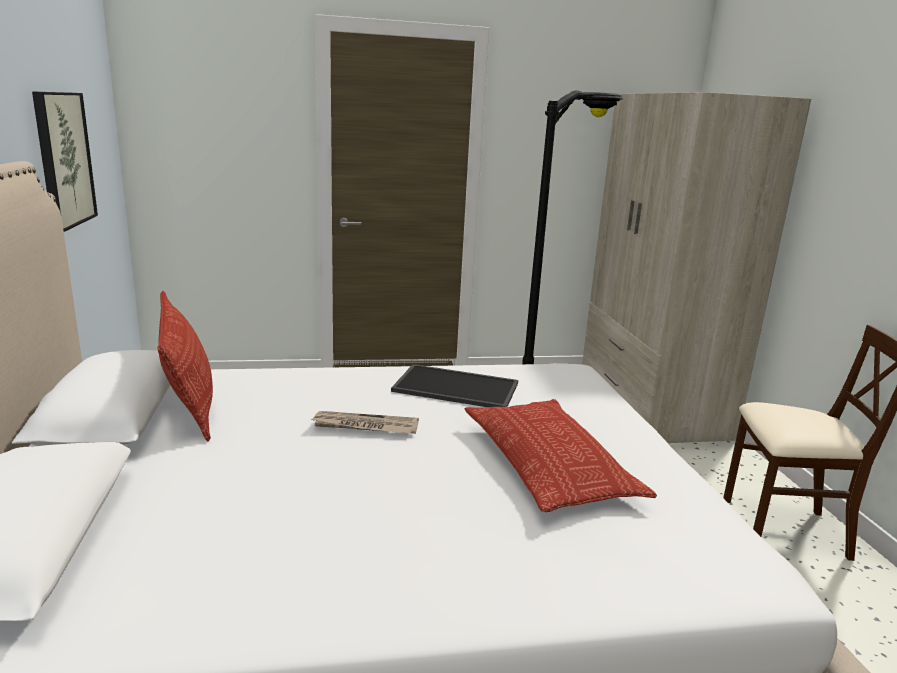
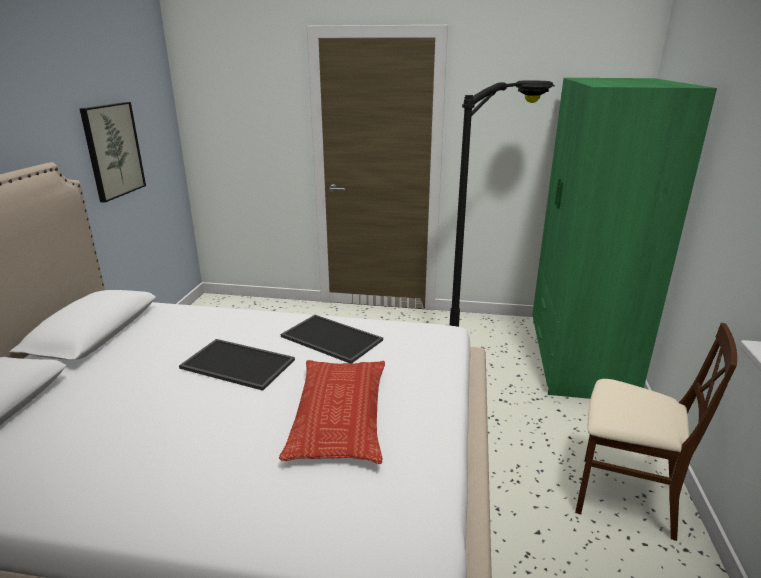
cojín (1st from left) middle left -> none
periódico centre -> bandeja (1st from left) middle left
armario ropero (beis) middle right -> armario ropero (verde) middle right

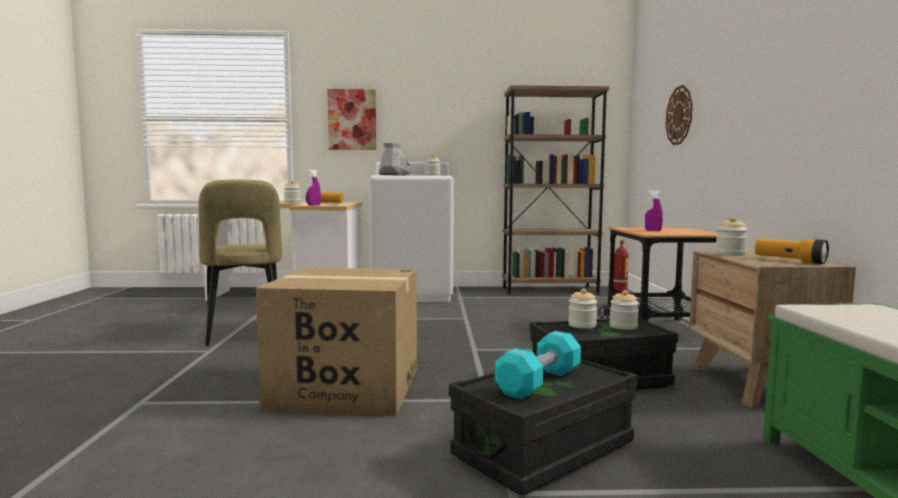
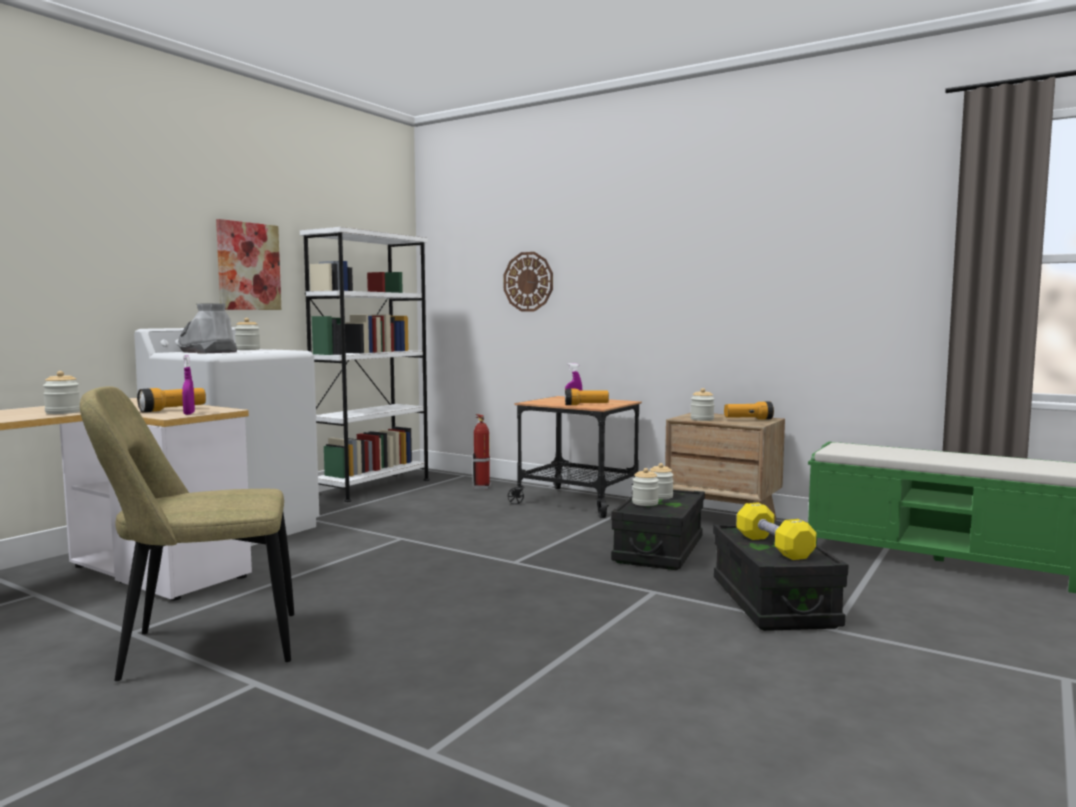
silla (beis) middle left, 150 degrees clockwise
caja de cartón bottom centre -> none
cuadro top centre -> cuadro top left, move
mancuerna (turquesa) bottom centre -> mancuerna (amarillo) middle right
estantería (marrón) centre -> estantería (blanco) centre
none -> linterna (2nd from left) centre

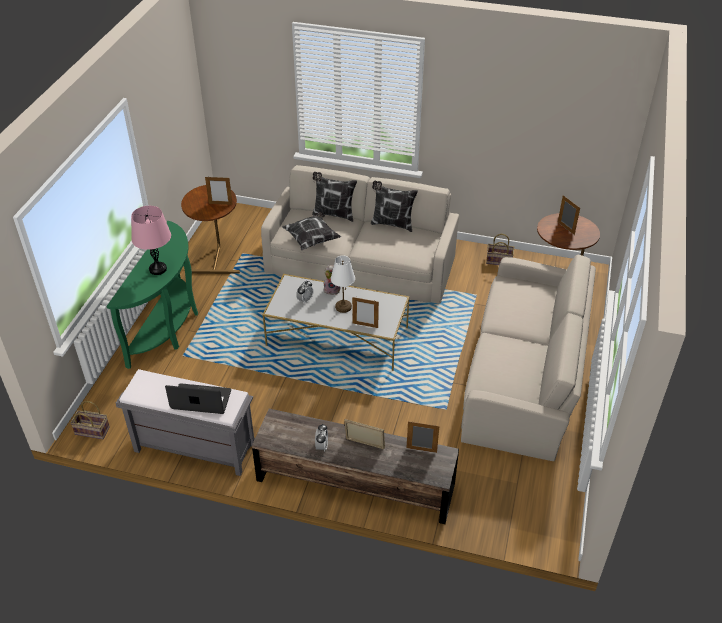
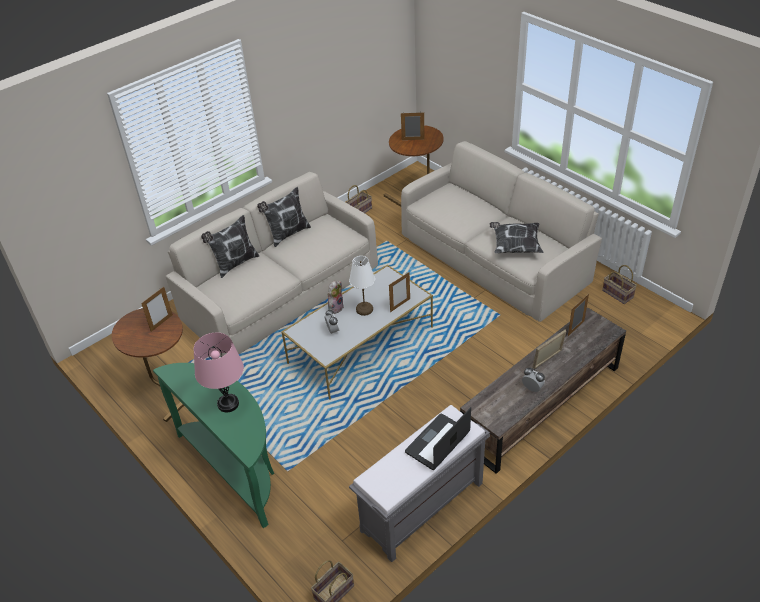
cojín (1st from left in the first image) centre -> cojín (3rd from left) middle right, move
none -> cesta (3rd from left) middle right

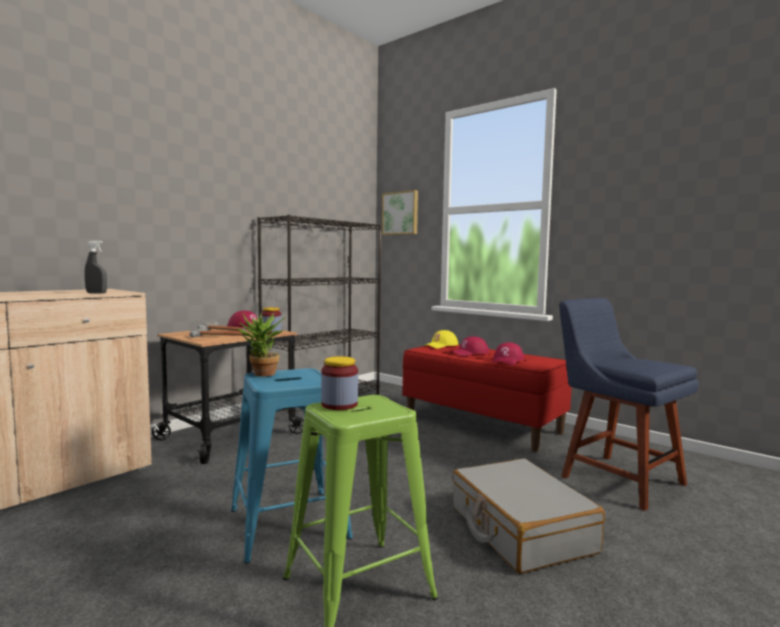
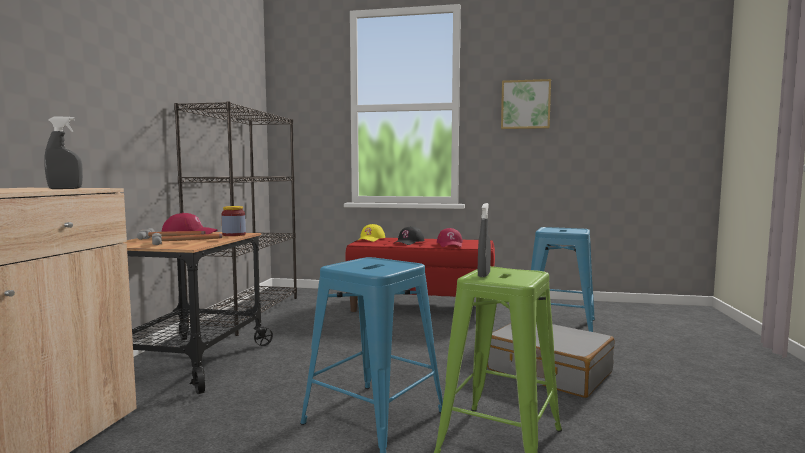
planta en maceta centre -> none
tarro (2nd from left) centre -> pulverizador (gris) (2nd from left) centre
cuadro centre -> cuadro top centre, move
gorra (rojo) (2nd from left) centre -> gorra (negro) centre
silla (azul) middle right -> taburete (azul) (2nd from left) middle right

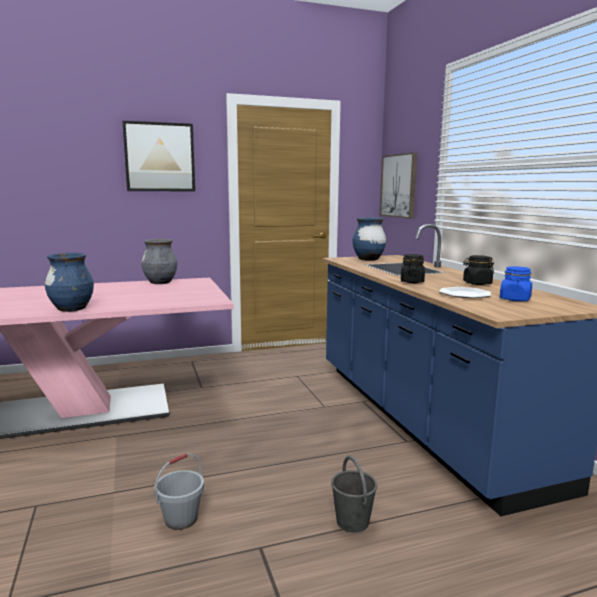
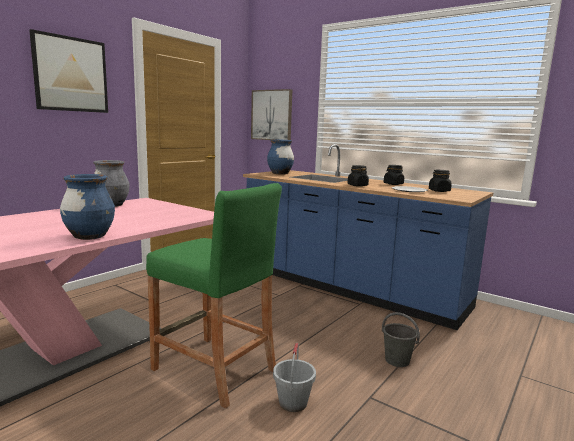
tarro (azul) middle right -> tarro (negro) (3rd from left) middle right
none -> taburete (verde) bottom centre

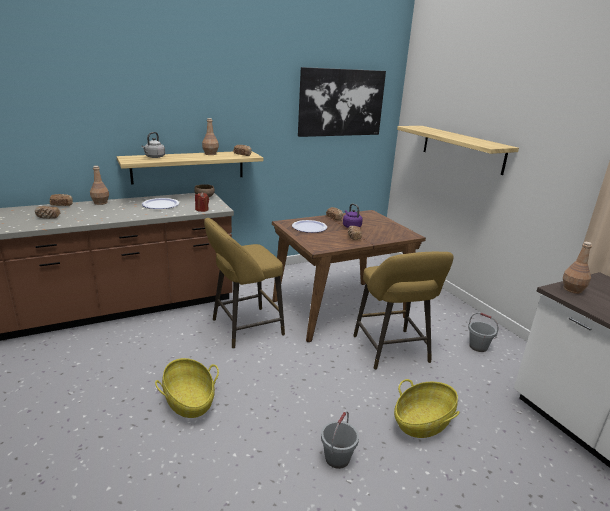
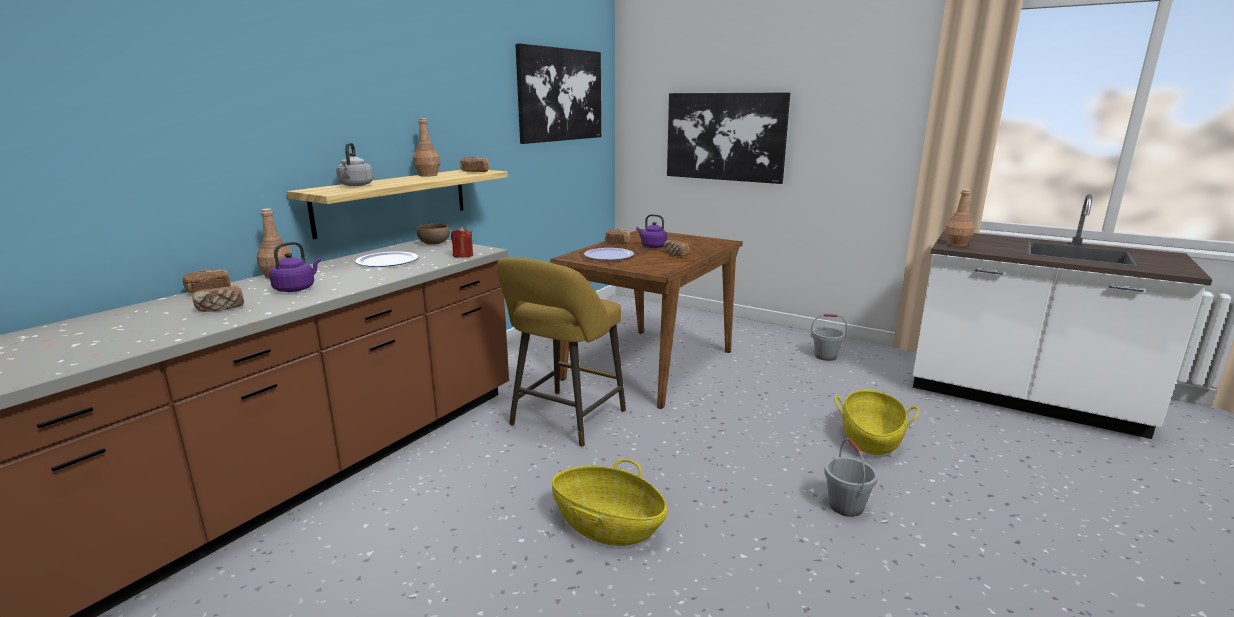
taburete (amarillo) (2nd from left) centre -> none
estante (2nd from left) top right -> cuadro (2nd from left) top centre
none -> hervidor (morado) (1st from left) middle left

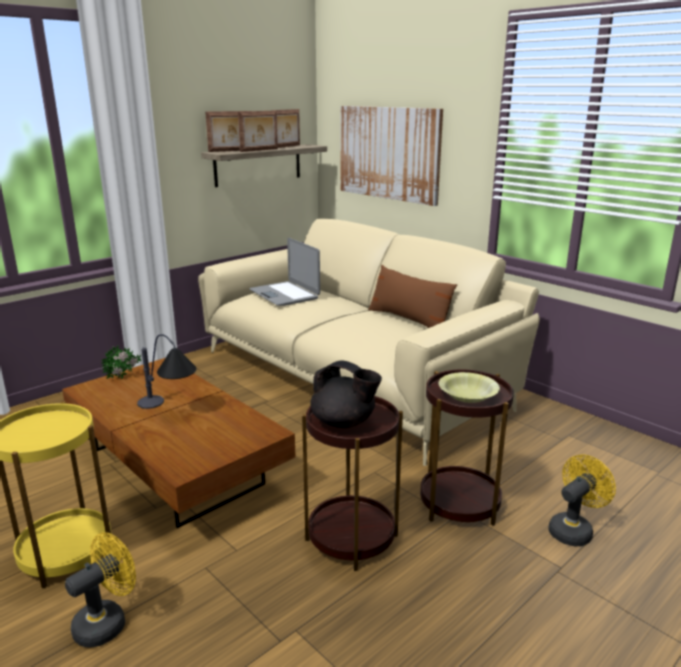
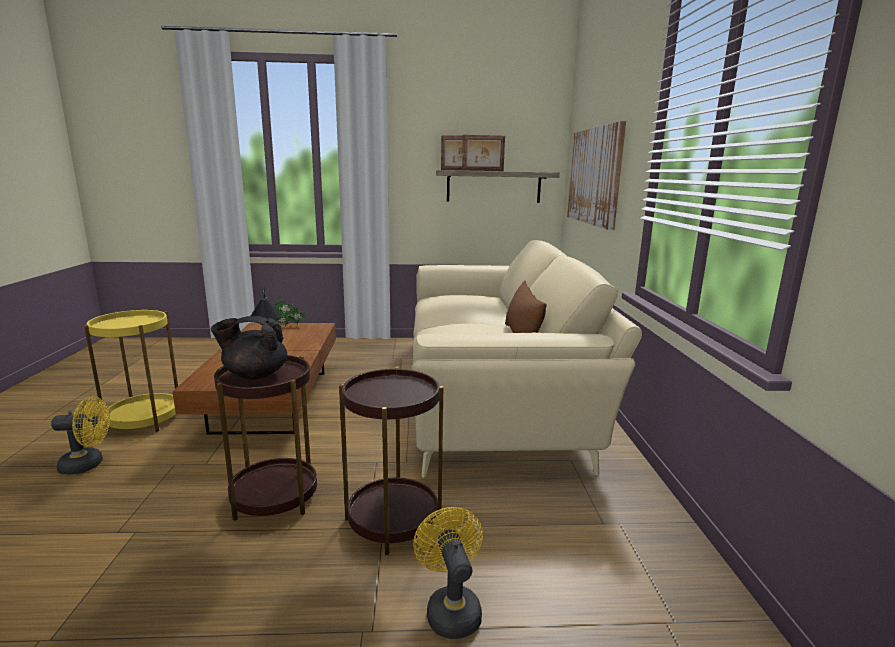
portátil centre -> none
portarretratos (3rd from left) top centre -> none
tetera (negro) centre -> tetera (negro) middle left, 105 degrees clockwise
cuenco (amarillo) middle right -> none
ventilador (amarillo) (2nd from left) bottom right -> ventilador (amarillo) (2nd from left) bottom centre, 105 degrees counterclockwise

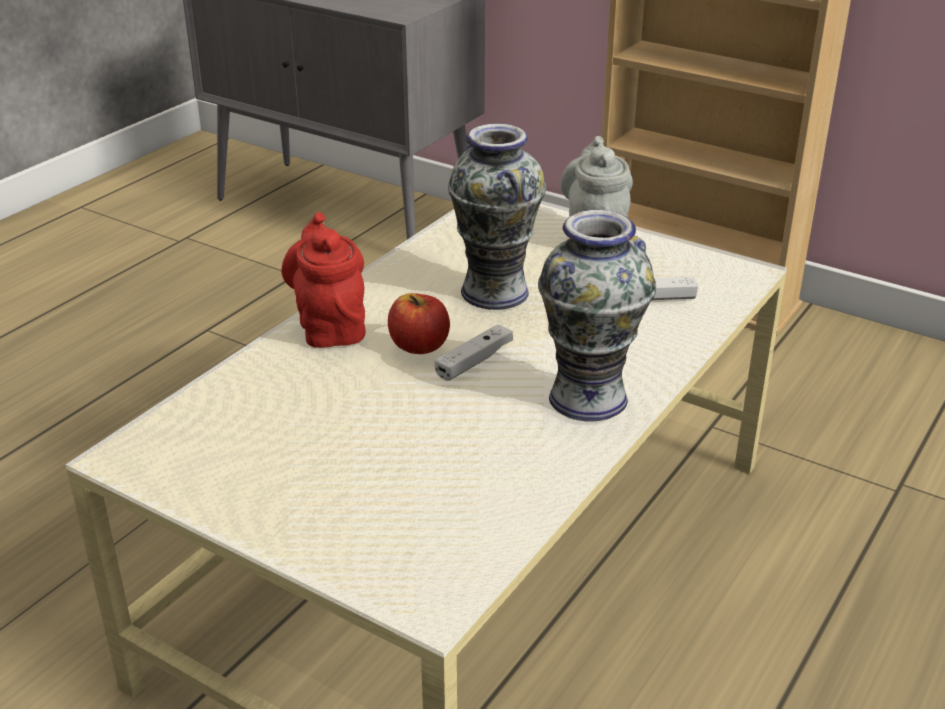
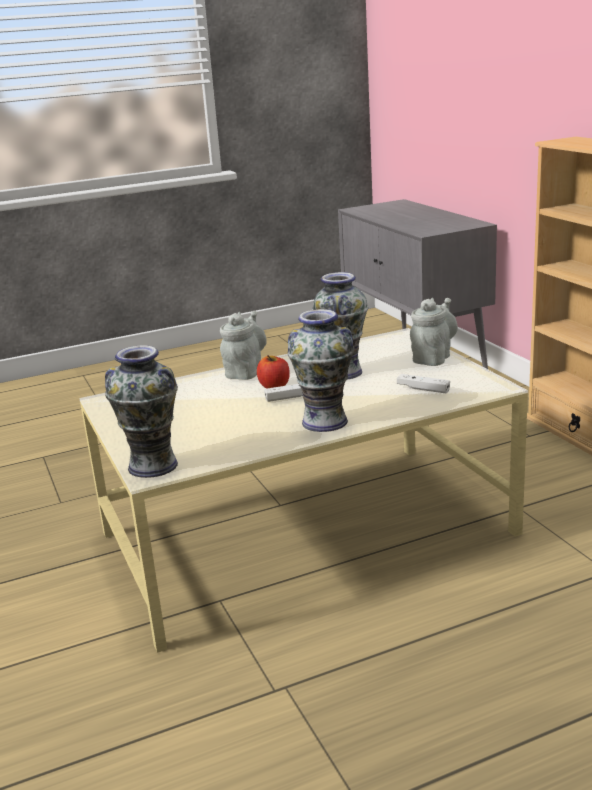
tetera (rojo) centre -> tetera (gris) (1st from left) centre
none -> florero (1st from left) middle left

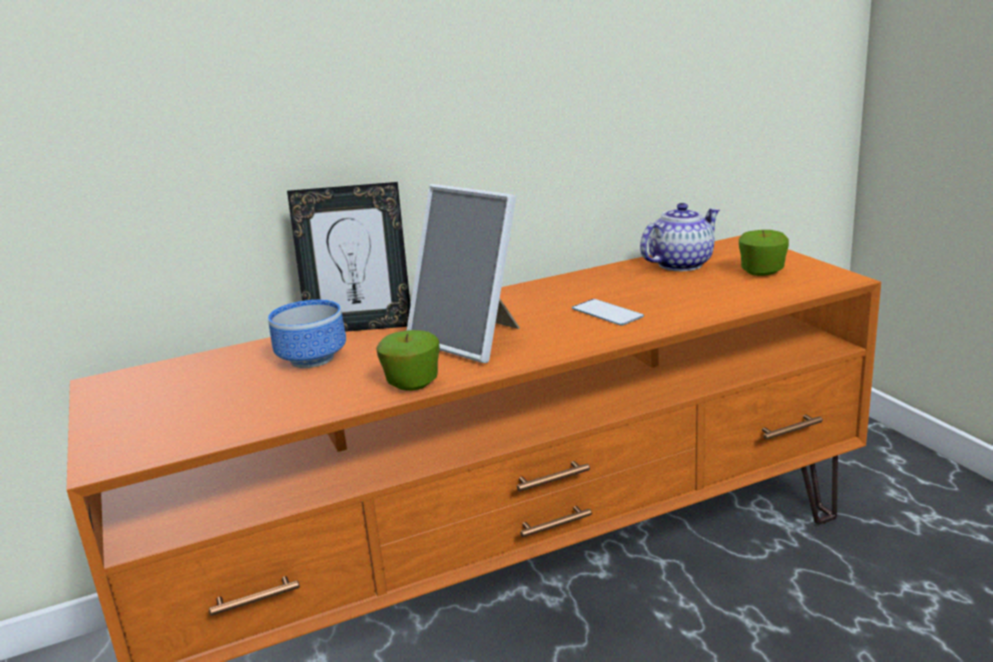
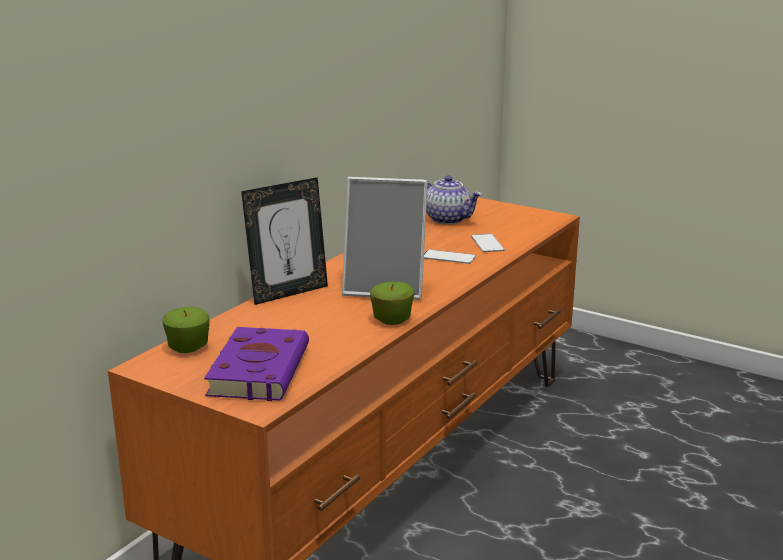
cuenco middle left -> none
tetera middle right -> tetera centre, 105 degrees clockwise
manzana (2nd from left in the first image) middle right -> manzana (1st from left) middle left, move
none -> libro (morado) middle left
none -> móvil (2nd from left) centre

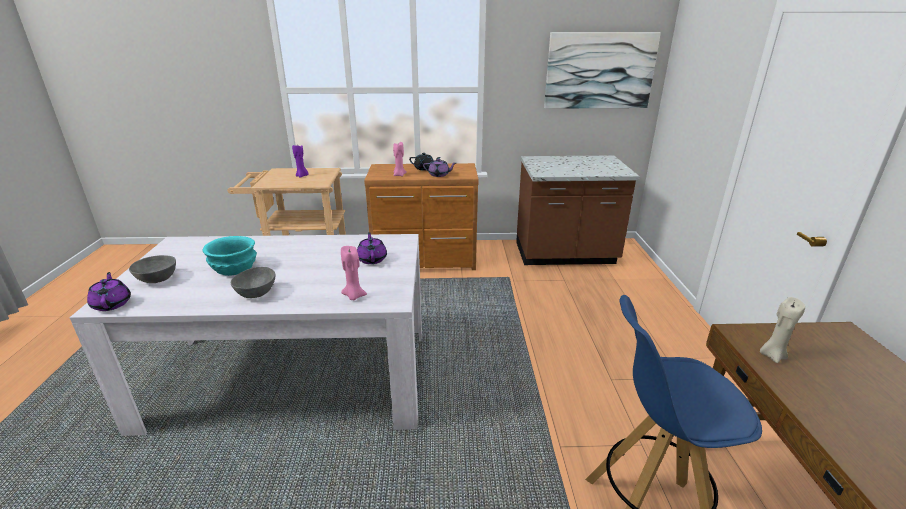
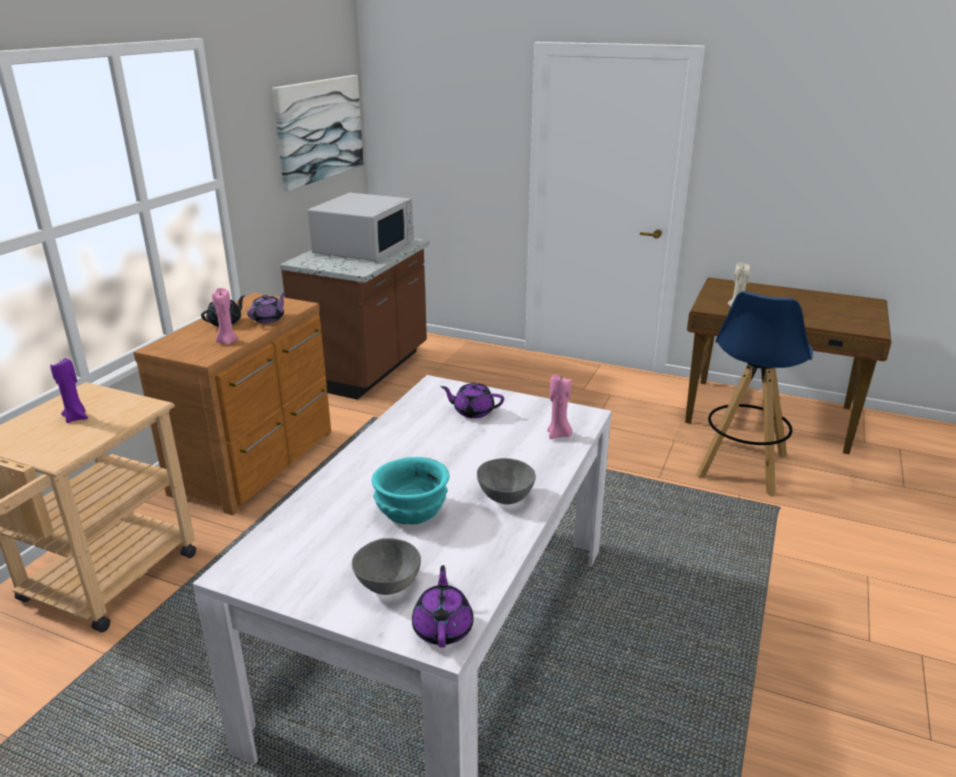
tetera (morado) (1st from left in the first image) middle left -> tetera (morado) (2nd from left) bottom centre, 90 degrees clockwise
none -> microondas (blanco) top centre

